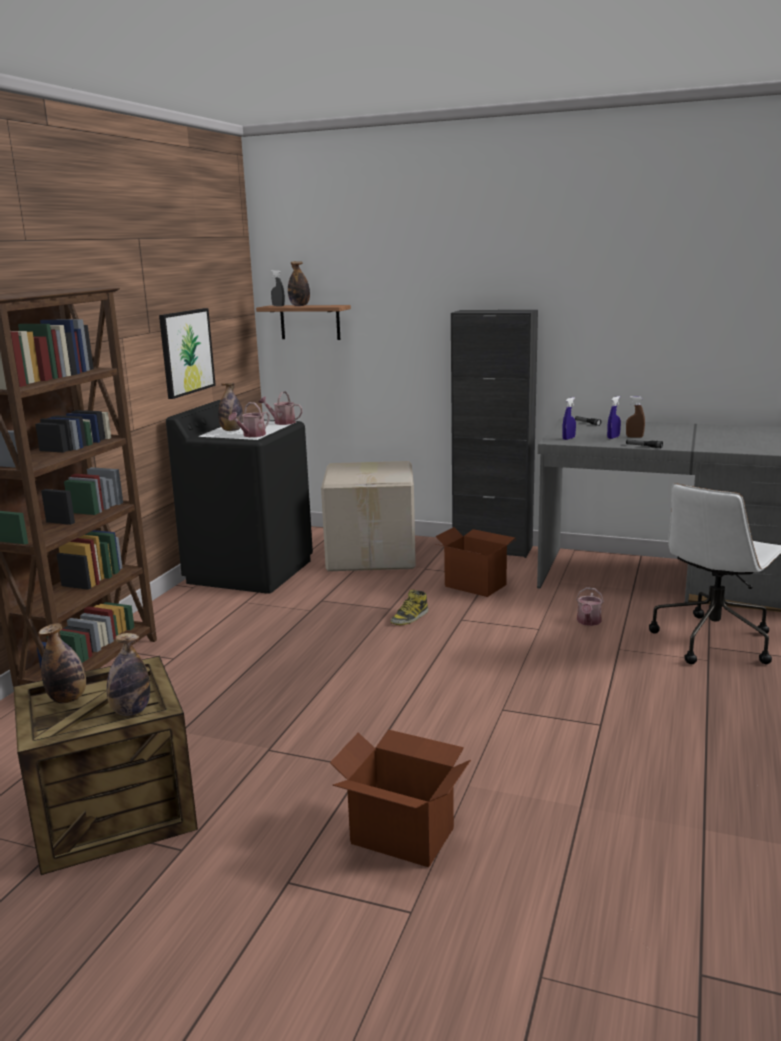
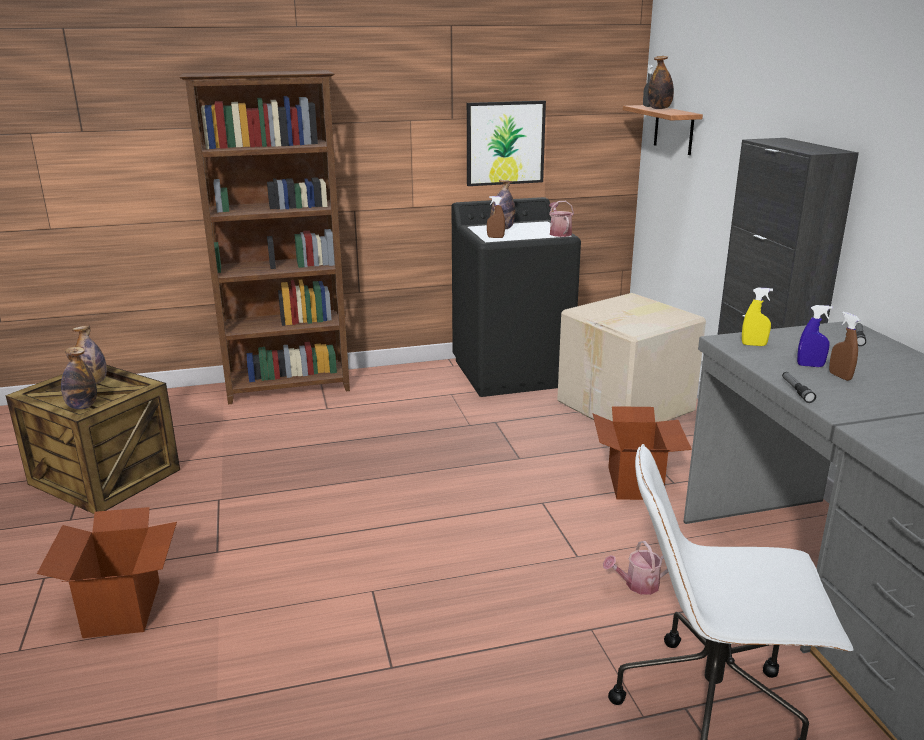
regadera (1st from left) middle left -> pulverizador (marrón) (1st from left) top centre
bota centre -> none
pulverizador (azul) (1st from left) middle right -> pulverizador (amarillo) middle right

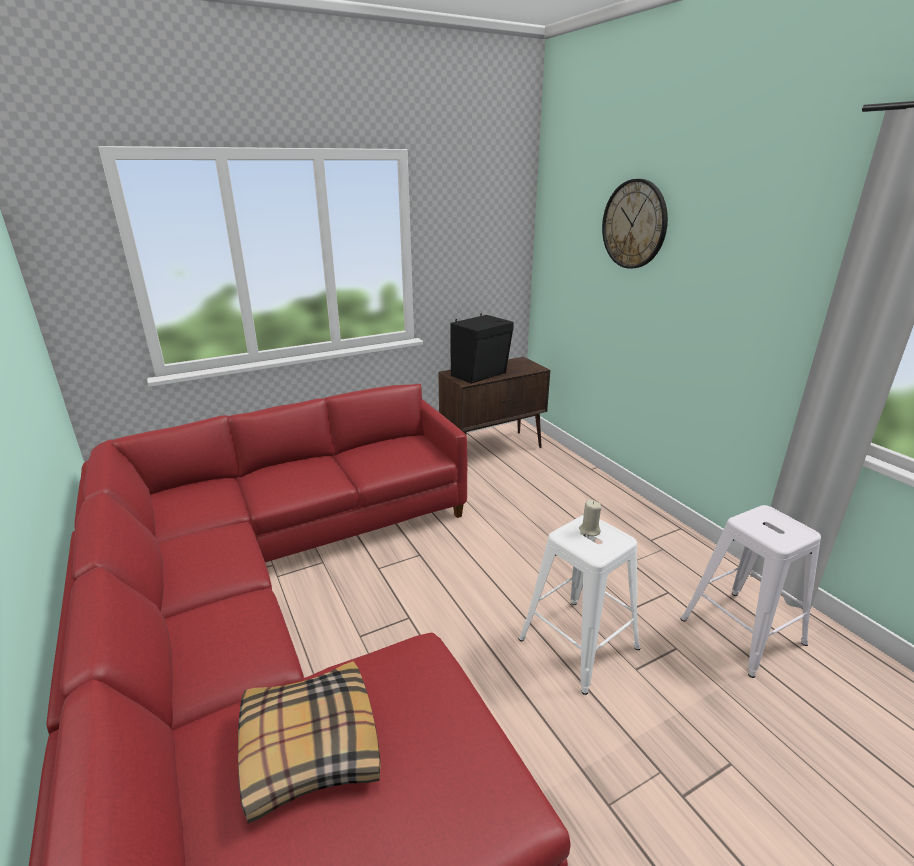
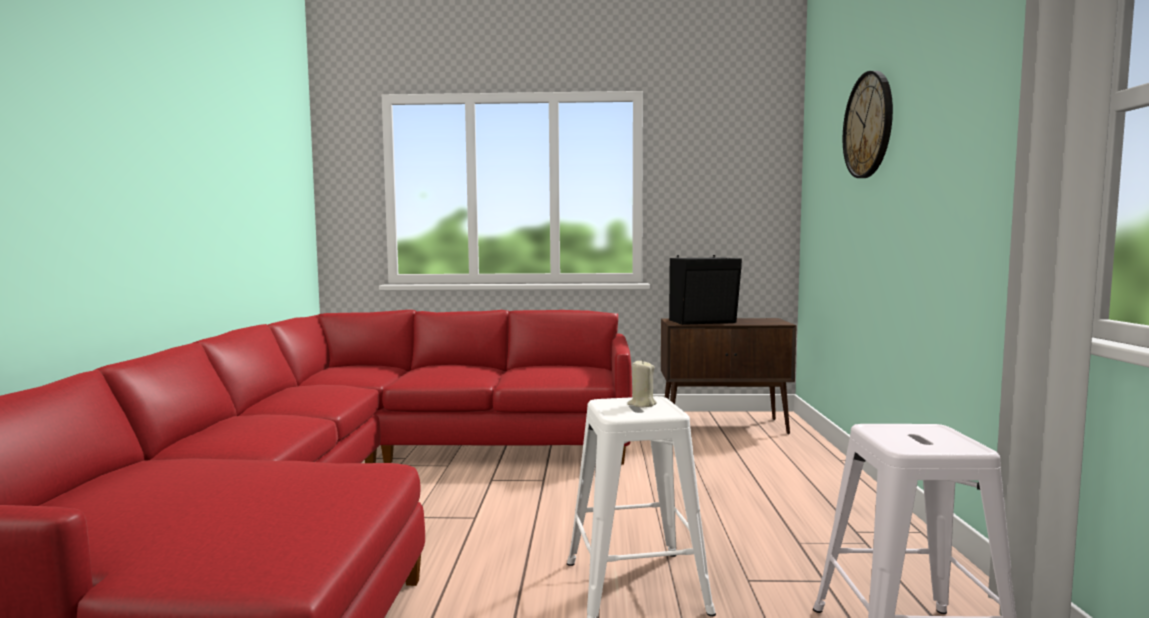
cojín bottom centre -> none

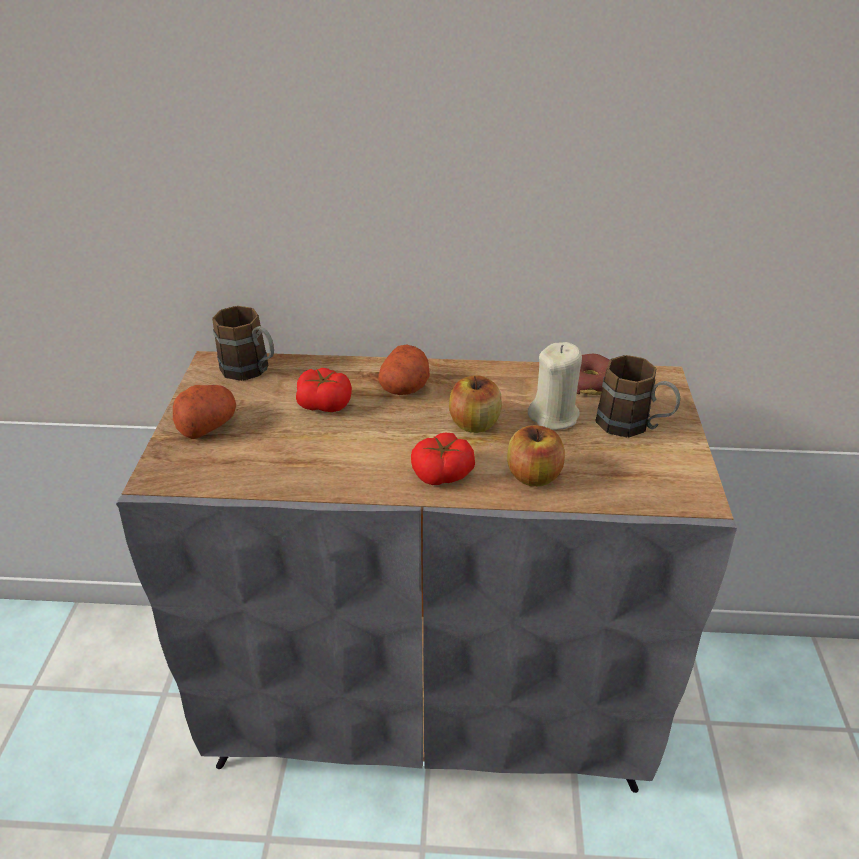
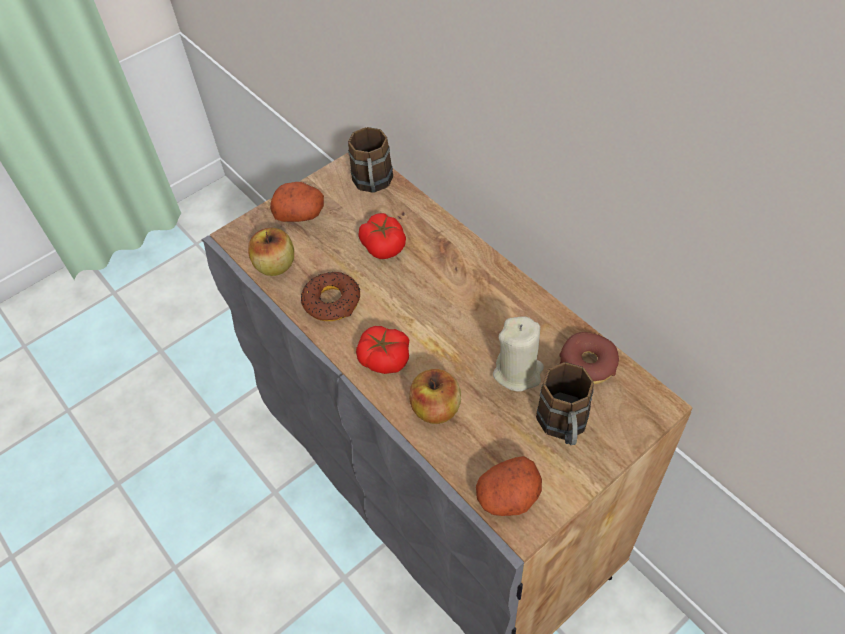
patata (2nd from left) centre -> patata (2nd from left) bottom centre, move
manzana (1st from left) centre -> manzana (1st from left) middle left, move
none -> rosquilla (1st from left) centre

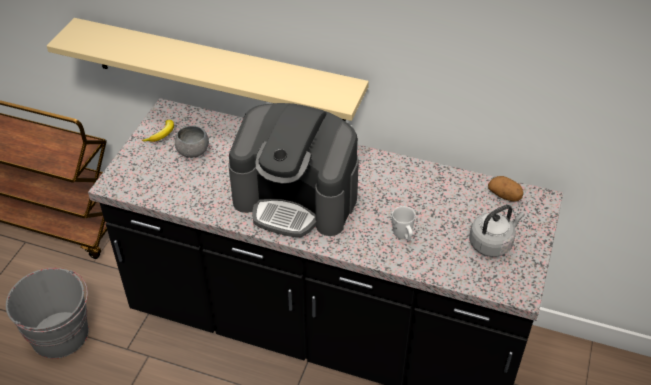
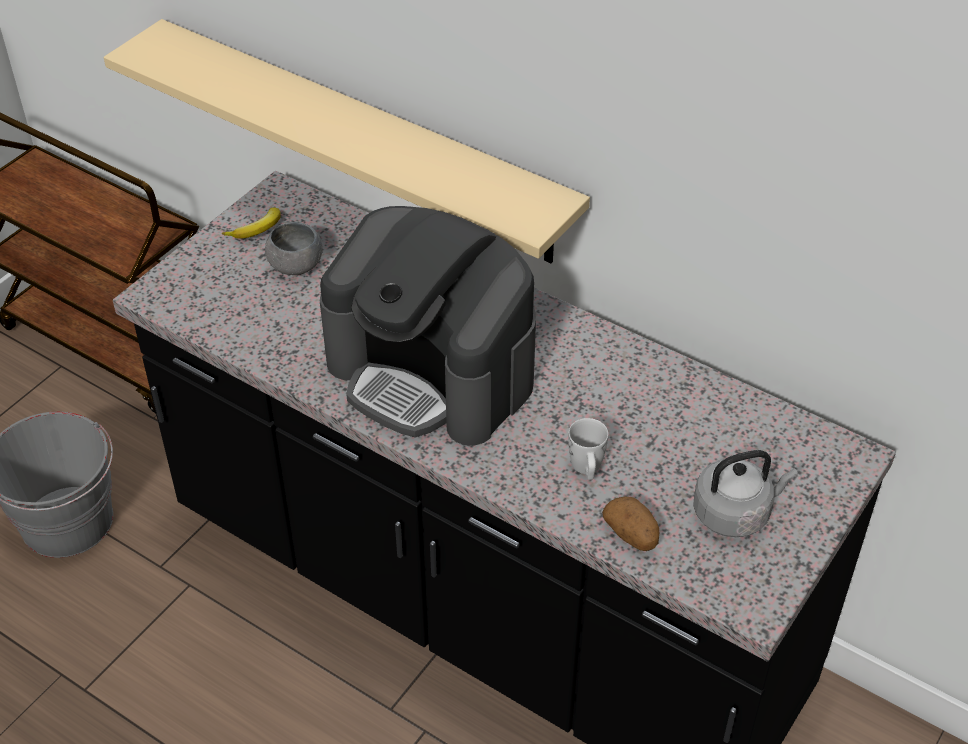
patata middle right -> patata bottom centre, move

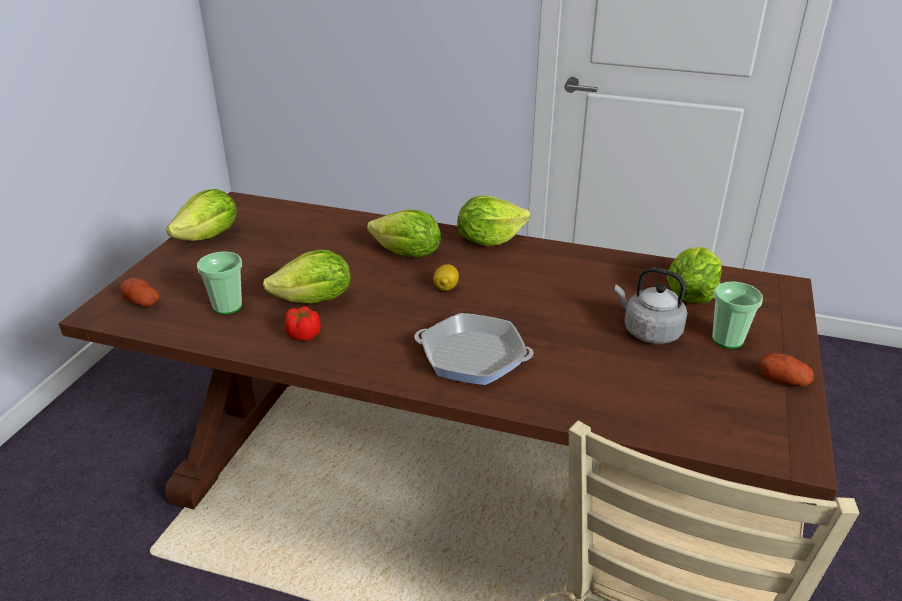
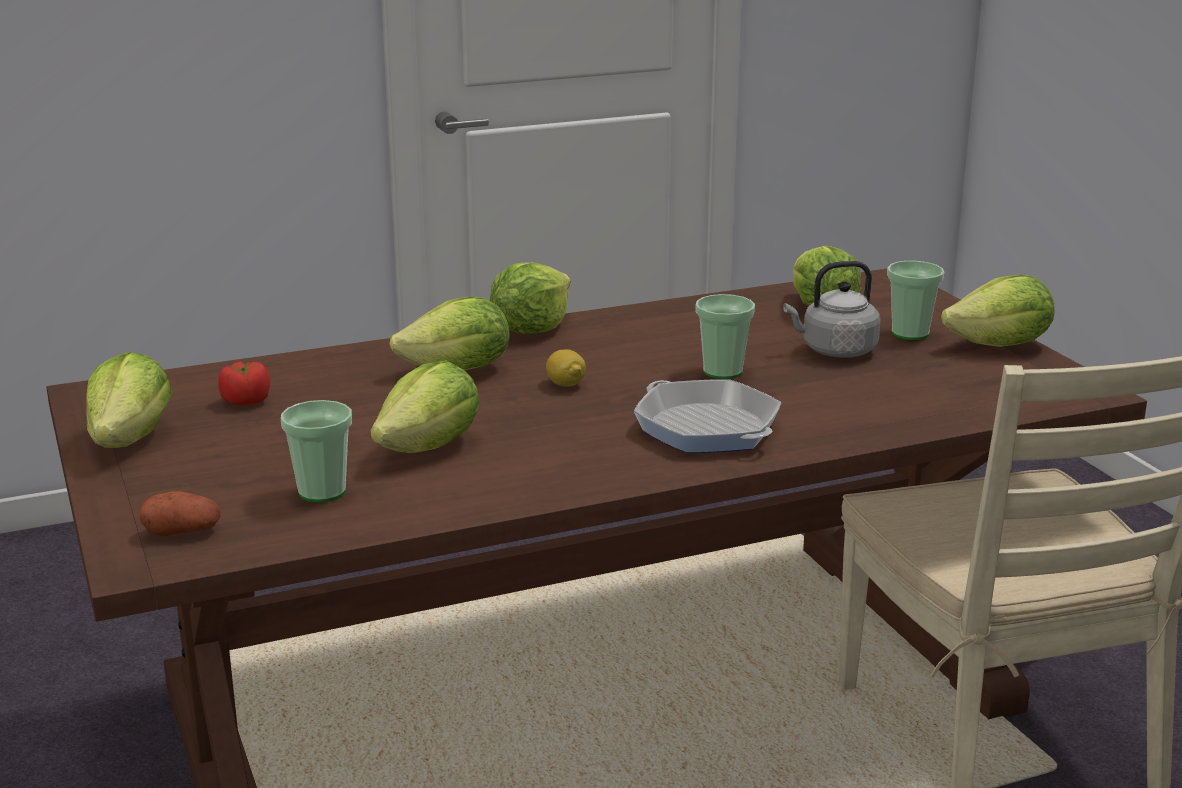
tomate centre -> tomate middle left, move
sartén centre, 75 degrees clockwise
patata (2nd from left) middle right -> lechuga (6th from left) middle right
none -> taza (2nd from left) centre

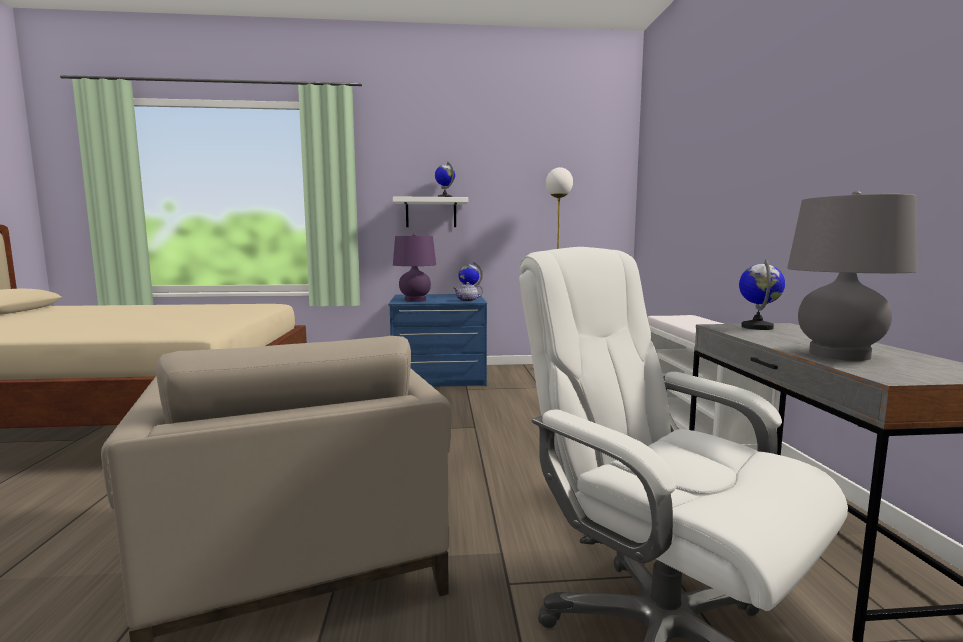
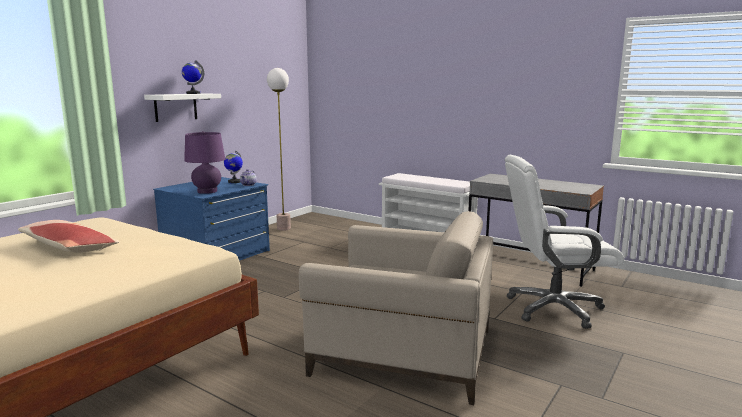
globo terráqueo (3rd from left) middle right -> none
lámpara de mesa (gris) middle right -> none
none -> cojín middle left

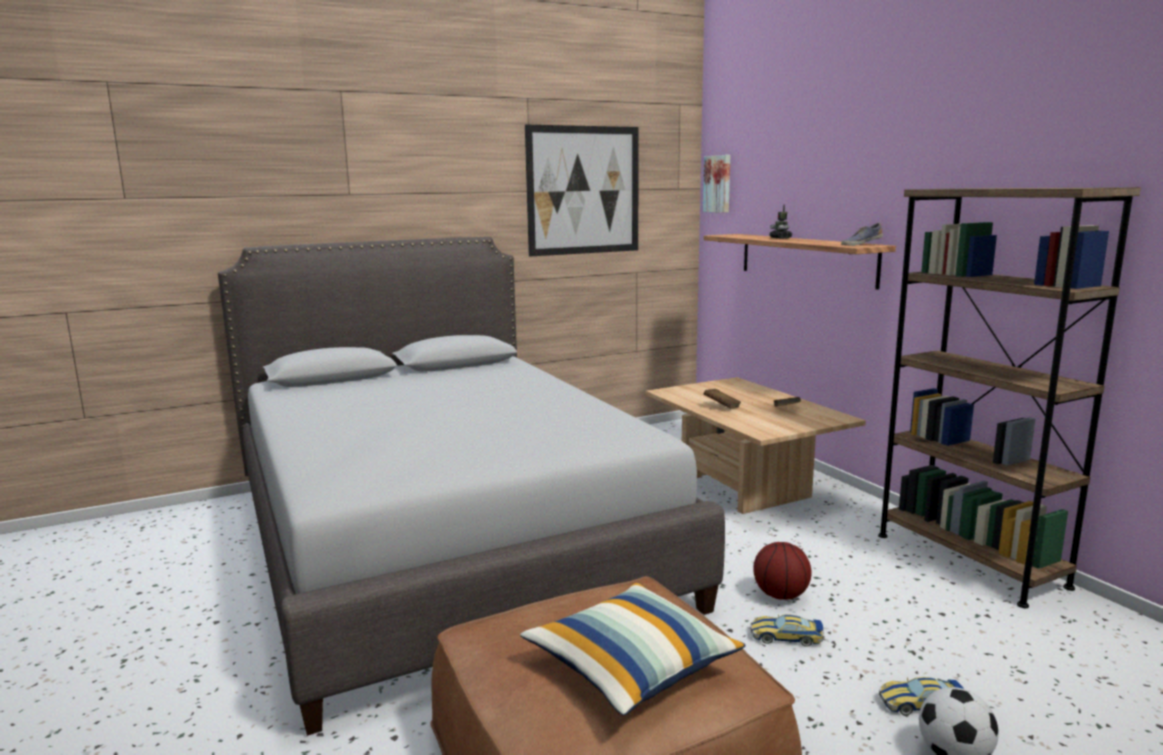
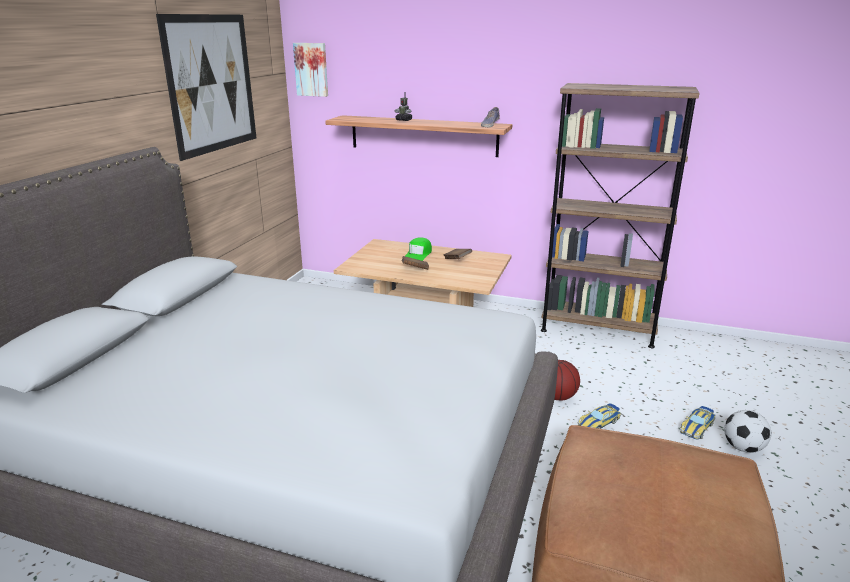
cojín bottom centre -> none
none -> gorra (verde) centre

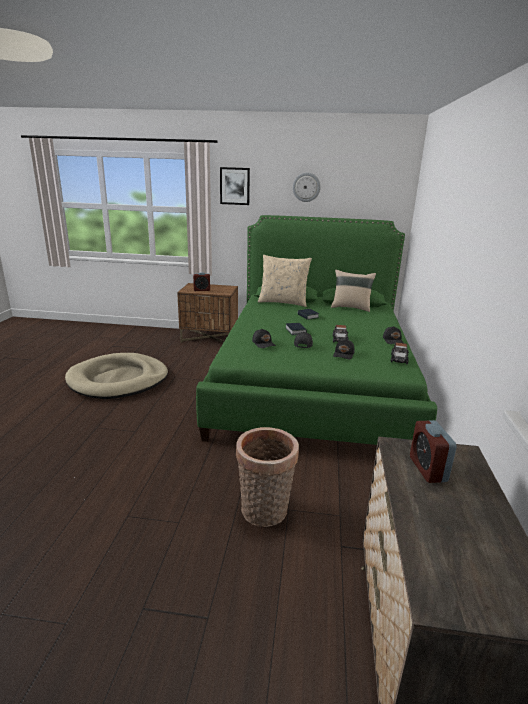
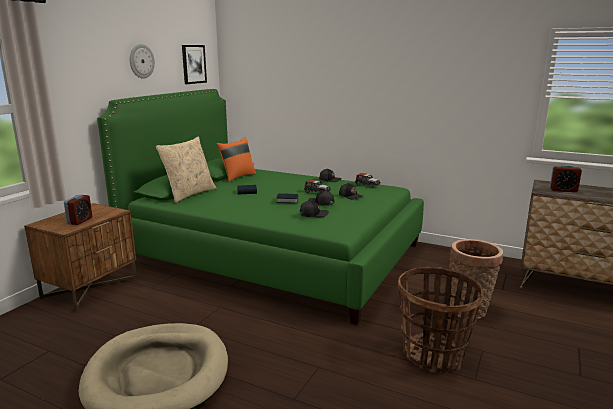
cuadro top centre -> cuadro top left, move
cojín (beis) (2nd from left) middle right -> cojín (naranja) centre
none -> cesta (1st from left) bottom right

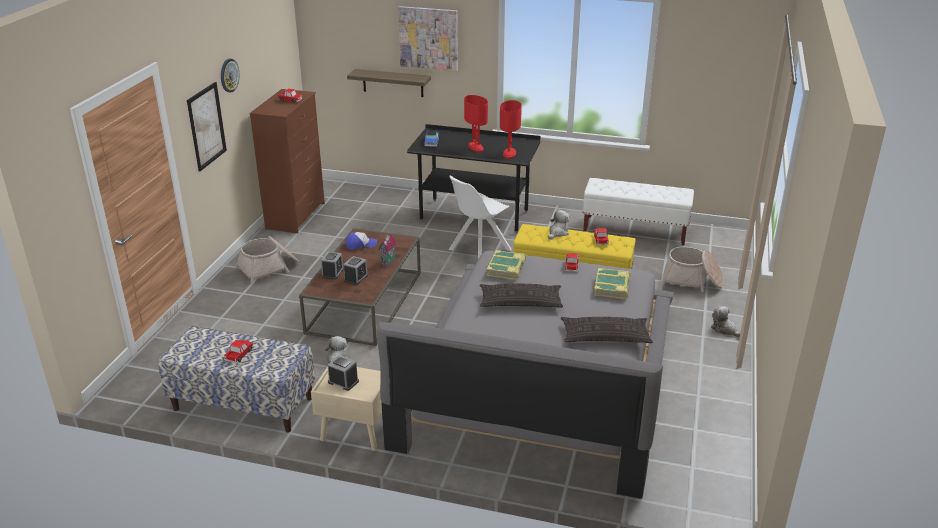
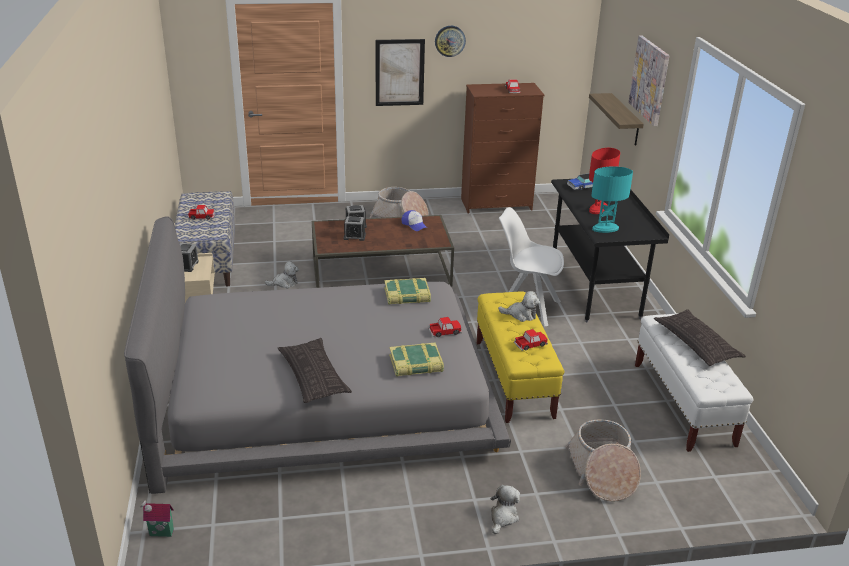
casita centre -> casita bottom left, move
cojín (1st from left in the first image) centre -> cojín (2nd from left) middle right, move
lámpara de mesa (rojo) (2nd from left) top centre -> lámpara de mesa (turquesa) middle right

